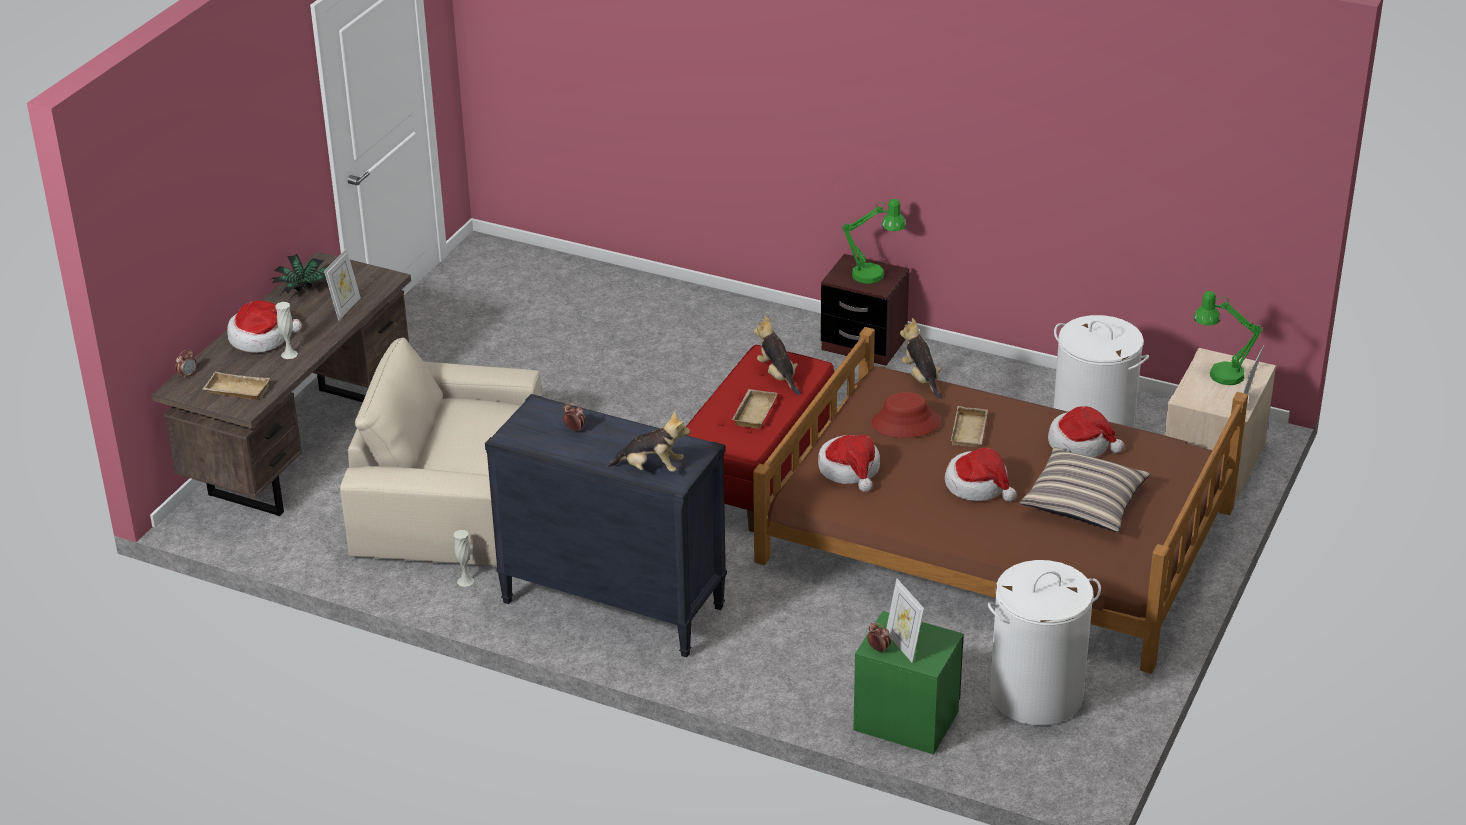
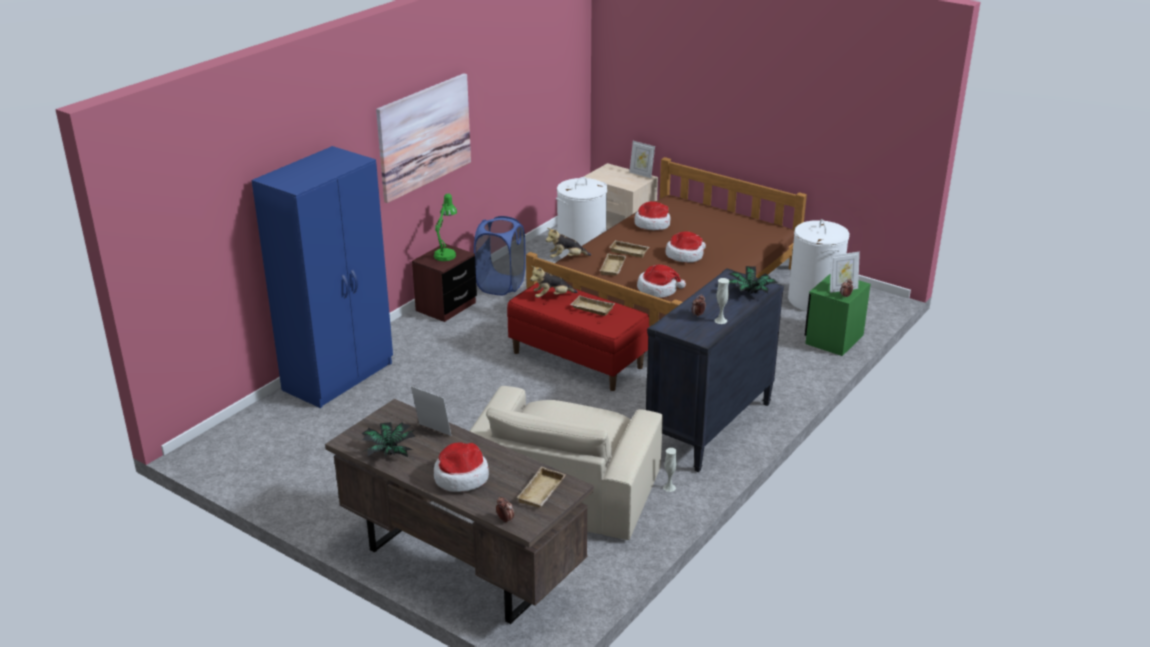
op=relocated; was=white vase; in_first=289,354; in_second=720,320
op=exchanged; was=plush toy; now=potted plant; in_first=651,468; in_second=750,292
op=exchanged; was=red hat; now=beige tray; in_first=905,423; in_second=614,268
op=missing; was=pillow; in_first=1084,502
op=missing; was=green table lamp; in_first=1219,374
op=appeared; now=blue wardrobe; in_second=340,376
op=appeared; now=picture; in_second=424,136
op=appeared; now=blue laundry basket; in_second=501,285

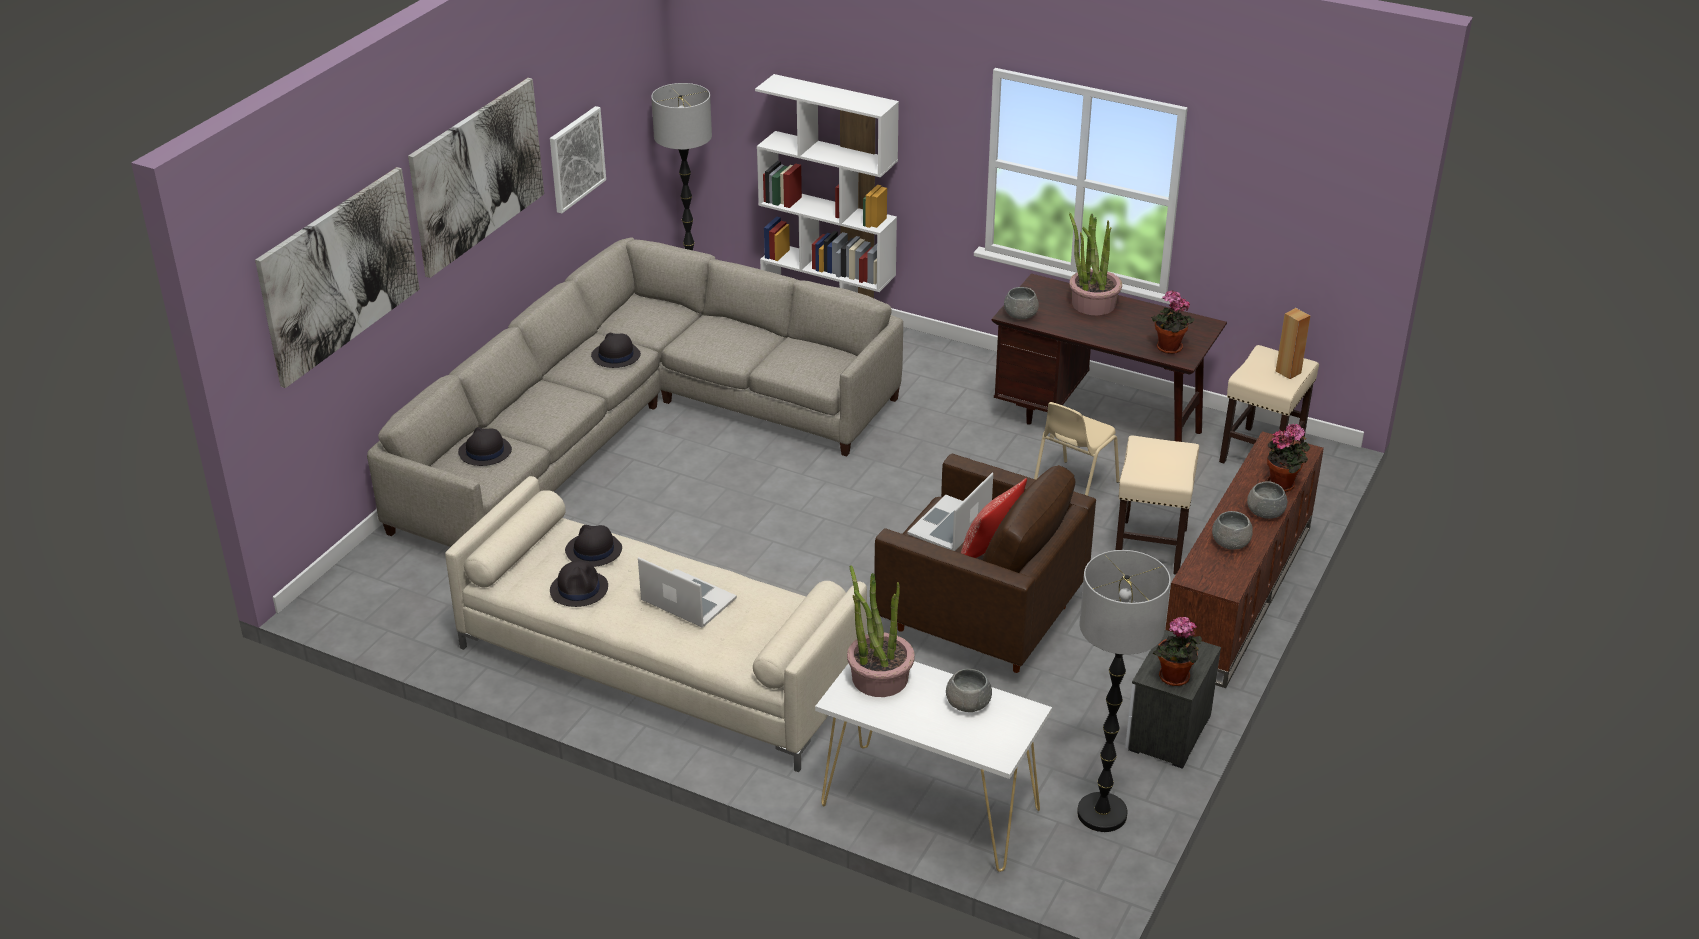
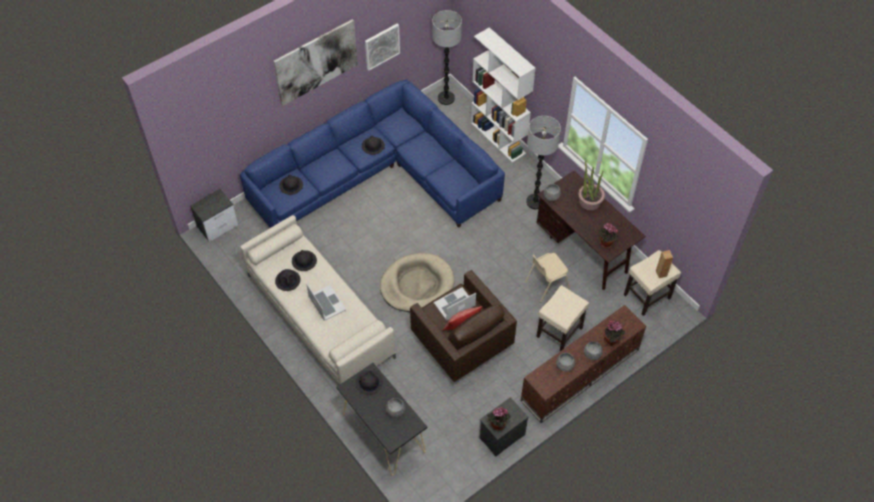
op=missing; was=picture; in_first=339,274
op=colour; was=grey sofa; now=blue sofa; in_first=636,425; in_second=379,175
op=colour; was=white console table; now=black console table; in_first=929,807; in_second=383,432
op=exchanged; was=potted plant; now=black hat; in_first=879,678; in_second=369,383
op=relocated; was=floor lamp; in_first=1102,814; in_second=535,202
op=appeared; now=nightstand; in_second=218,226
op=appeared; now=beige dog bed; in_second=417,285

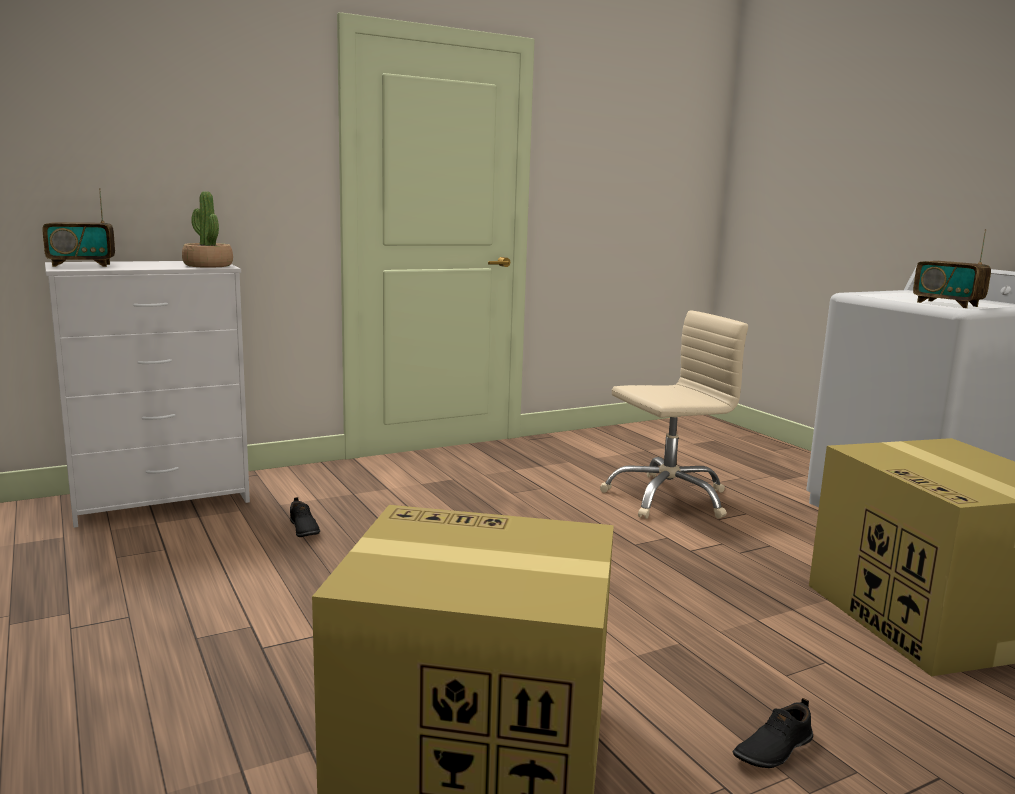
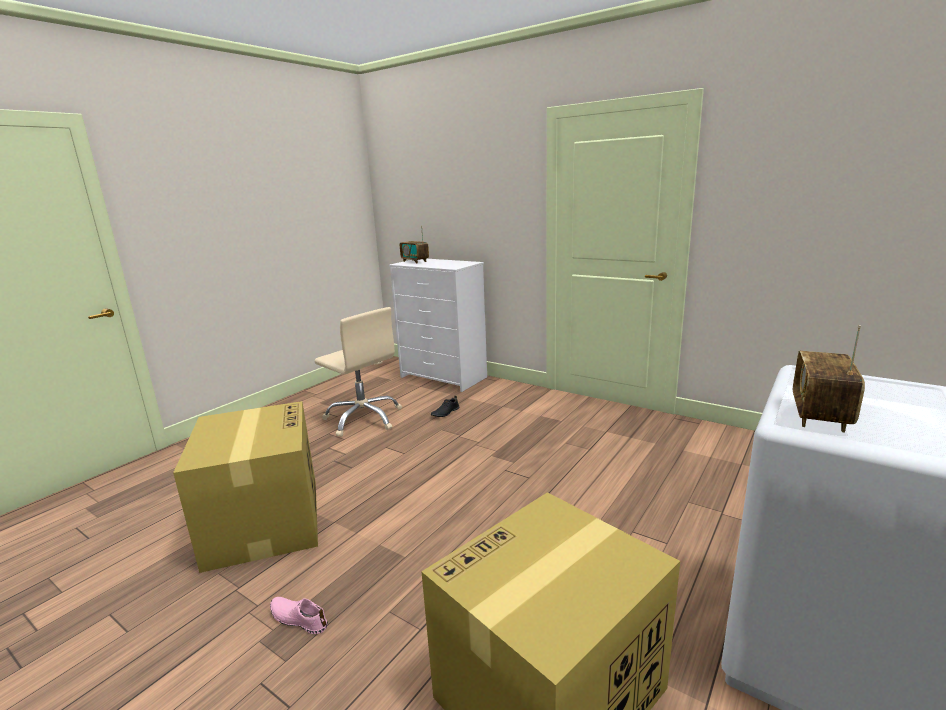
op=missing; was=potted plant; in_first=208,265
op=relocated; was=beige office chair; in_first=667,497; in_second=363,418
op=colour; was=black shoe; now=pink shoe; in_first=772,749; in_second=299,618

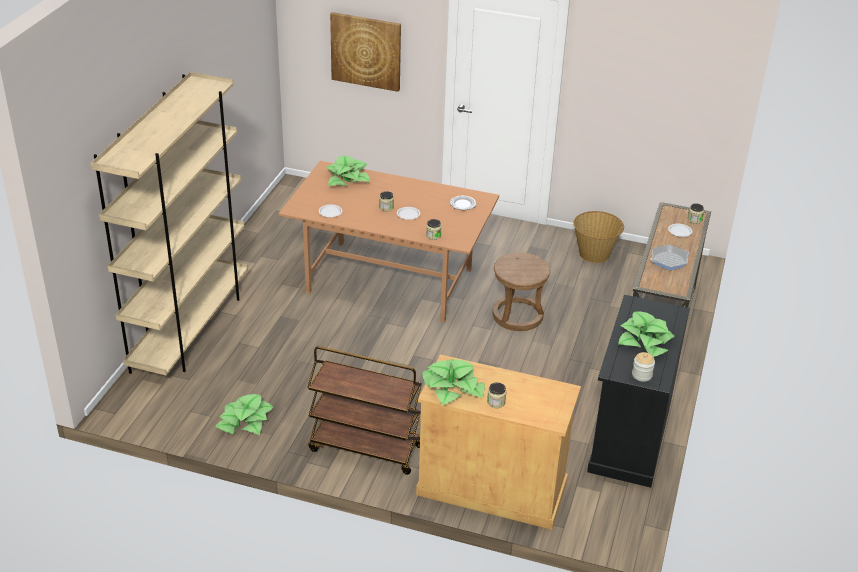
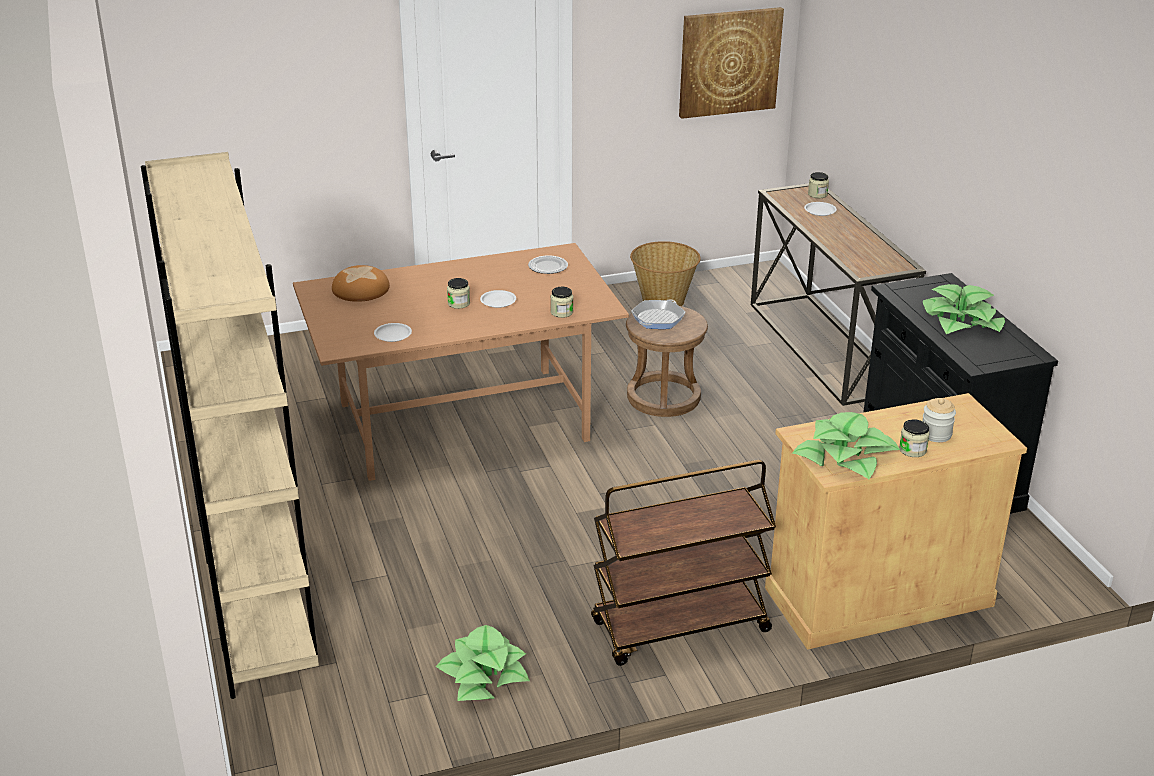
op=exchanged; was=potted plant; now=bread; in_first=348,178; in_second=361,289
op=relocated; was=picture; in_first=366,51; in_second=729,62
op=relocated; was=jar; in_first=642,375; in_second=936,434
op=relocated; was=frying pan; in_first=669,260; in_second=658,319

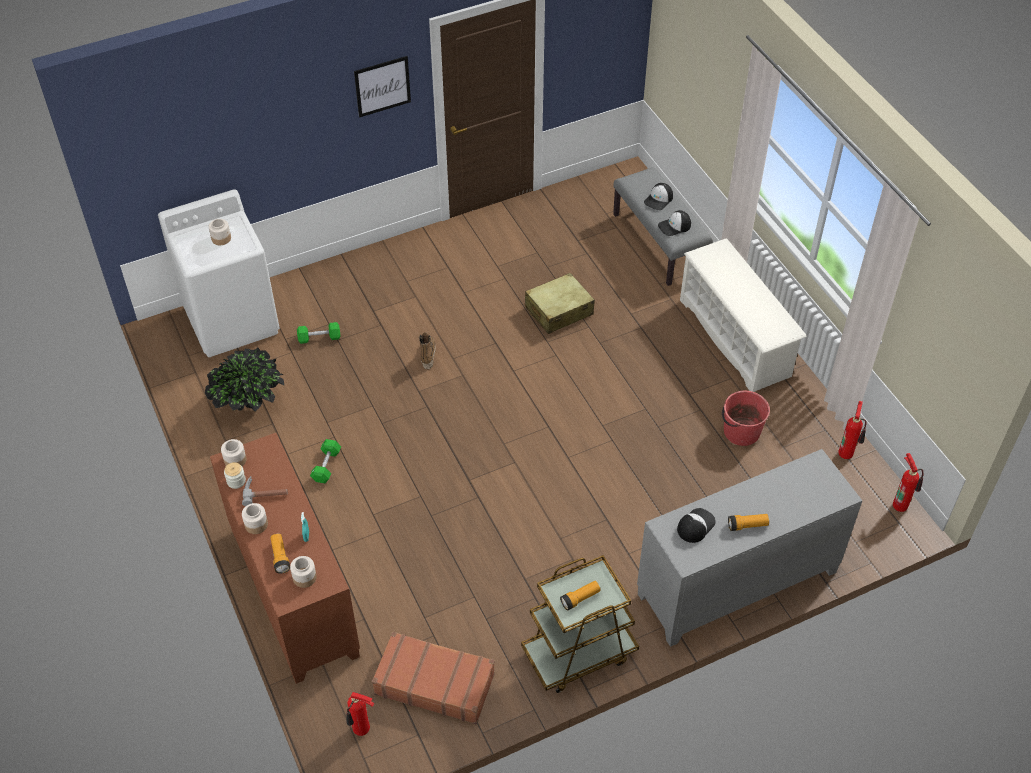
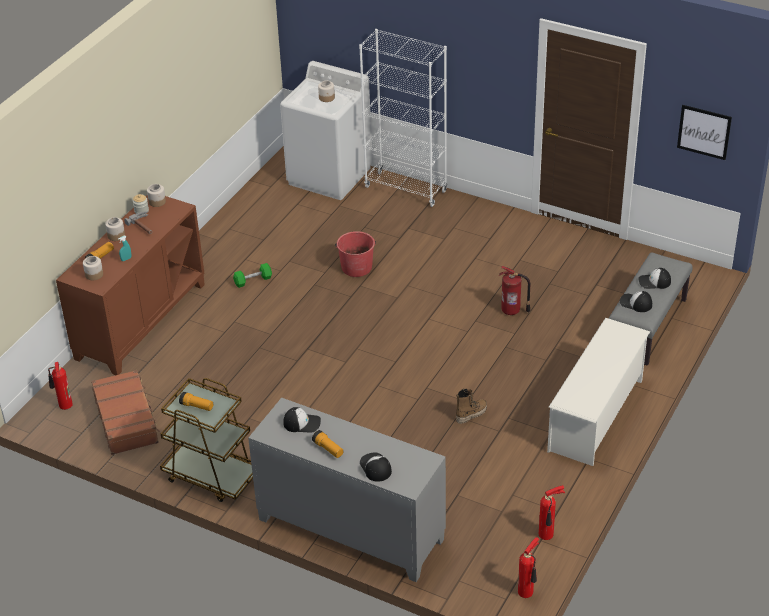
op=missing; was=potted plant; in_first=250,405
op=missing; was=green dumbbell; in_first=319,338
op=relocated; was=picture; in_first=382,86; in_second=704,132
op=relocated; was=boot; in_first=427,355; in_second=471,414
op=exchanged; was=beige suitcase; now=fire extinguisher; in_first=558,311; in_second=512,311
op=relocated; was=red bucket; in_first=741,431; in_second=356,267
op=appeared; now=white bookcase; in_second=406,189
op=appeared; now=cap; in_second=375,467

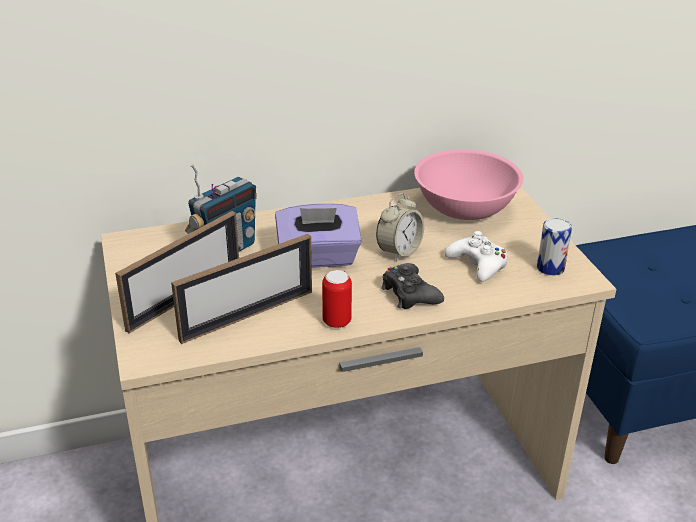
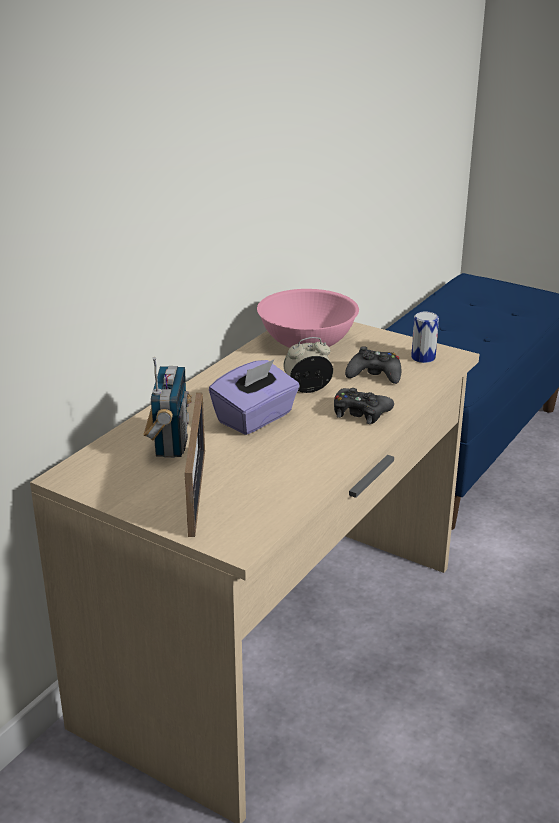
op=missing; was=picture frame; in_first=247,315
op=missing; was=can; in_first=336,322
op=spun; was=alarm clock; in_first=399,251; in_second=308,389; clockwise=-105
op=colour; was=white game controller; now=black game controller; in_first=478,264; in_second=374,375

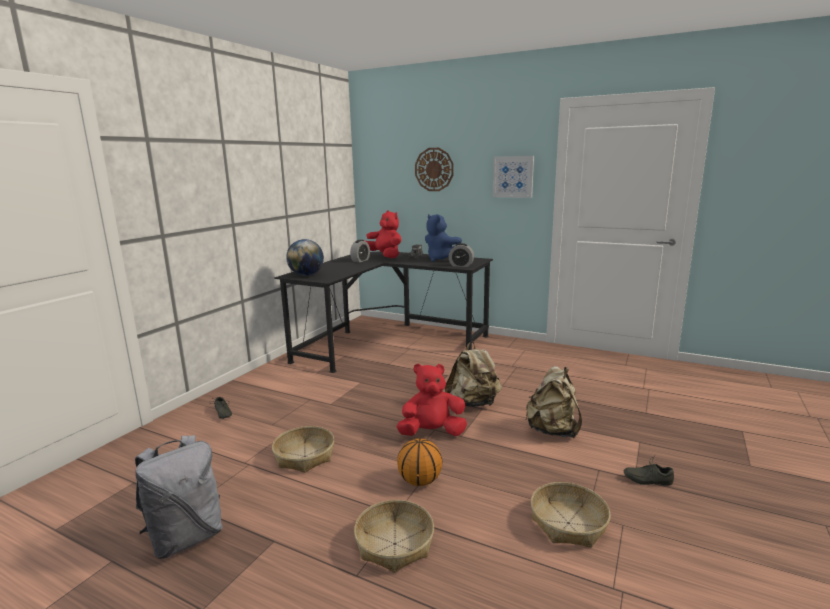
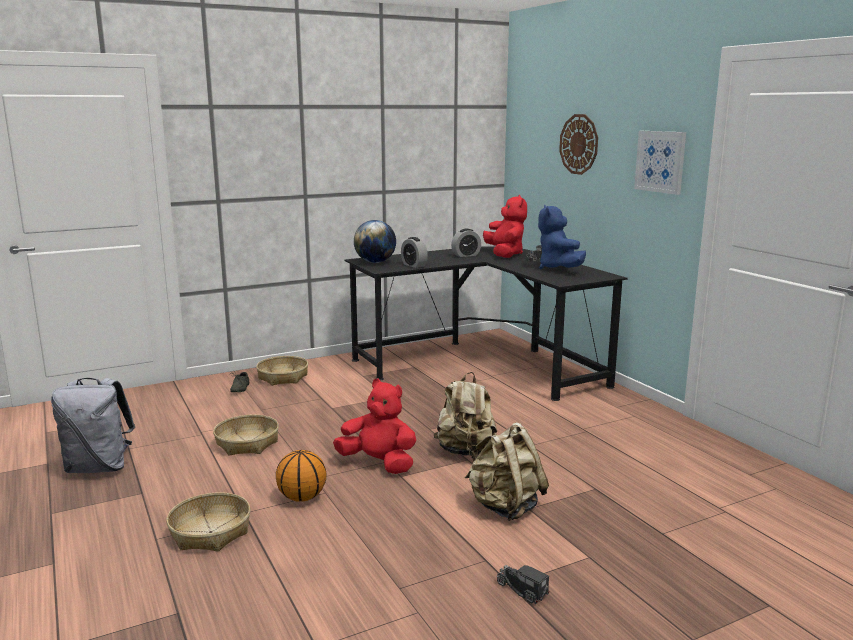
op=relocated; was=alarm clock; in_first=461,265; in_second=414,265
op=relocated; was=basket; in_first=568,523; in_second=283,377
op=exchanged; was=grey shoe; now=toy truck; in_first=647,479; in_second=524,591

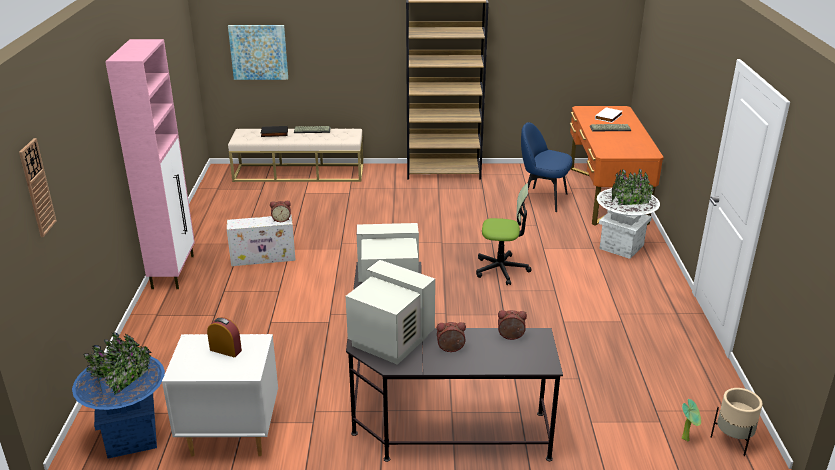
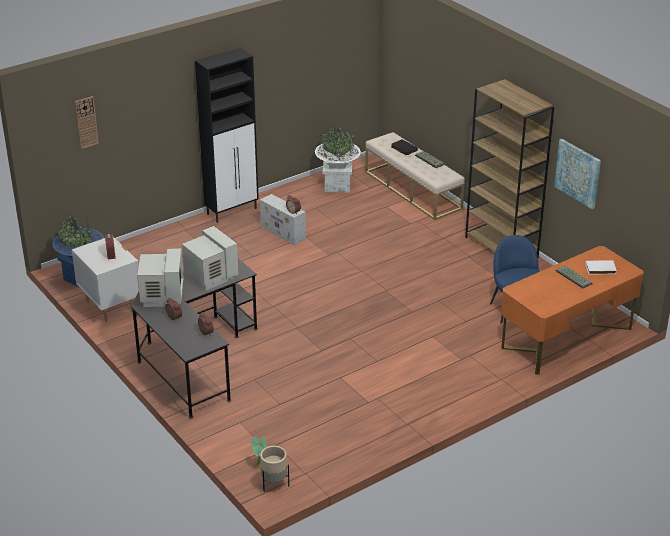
op=colour; was=pink cabinet; now=black cabinet; in_first=173,271; in_second=232,211
op=relocated; was=picture; in_first=258,52; in_second=578,173
op=missing; was=office chair; in_first=501,269
op=relocated; was=white planter; in_first=621,247; in_second=337,185

